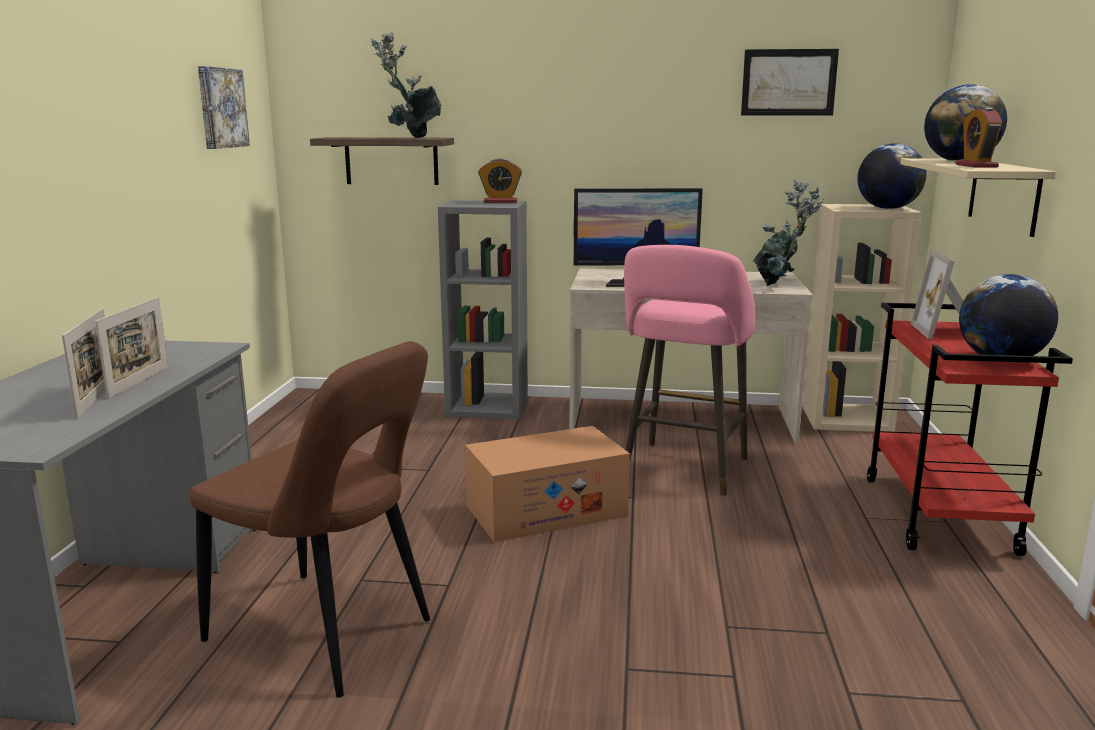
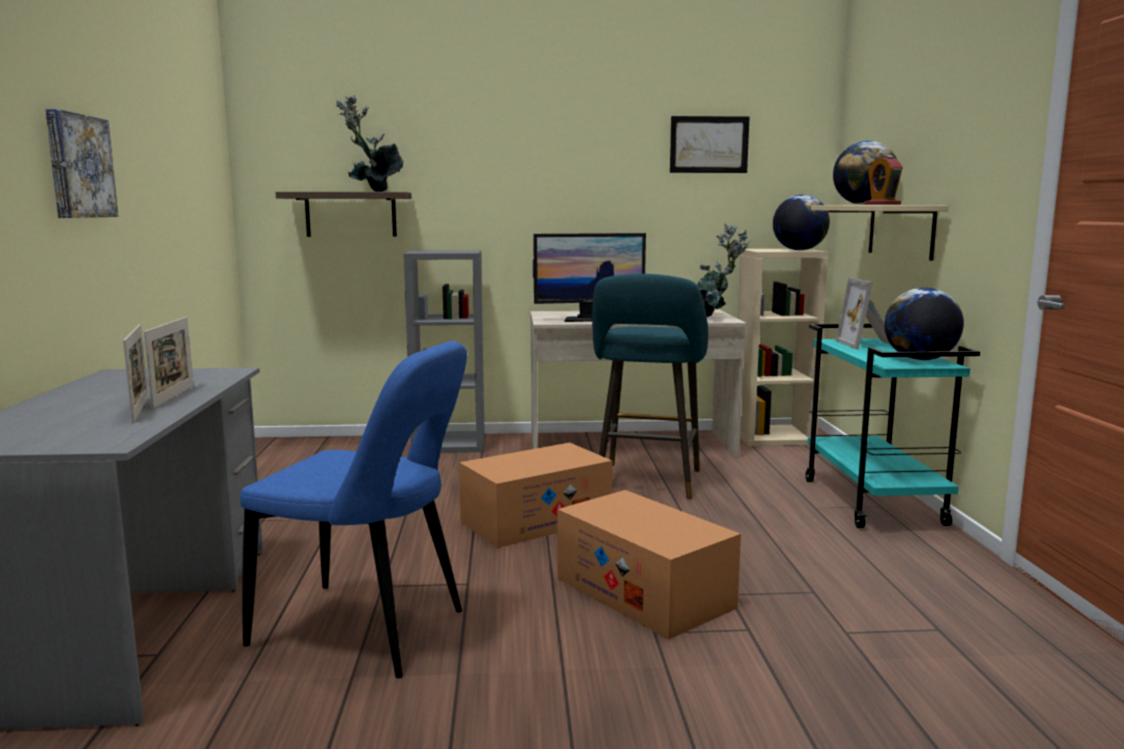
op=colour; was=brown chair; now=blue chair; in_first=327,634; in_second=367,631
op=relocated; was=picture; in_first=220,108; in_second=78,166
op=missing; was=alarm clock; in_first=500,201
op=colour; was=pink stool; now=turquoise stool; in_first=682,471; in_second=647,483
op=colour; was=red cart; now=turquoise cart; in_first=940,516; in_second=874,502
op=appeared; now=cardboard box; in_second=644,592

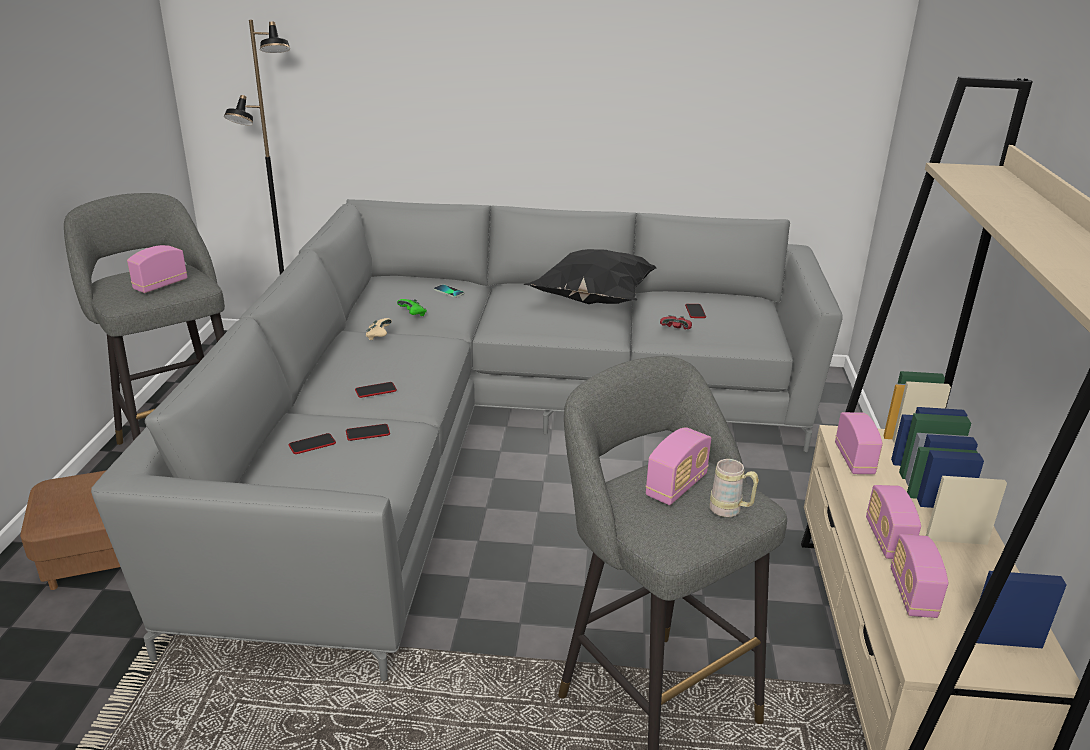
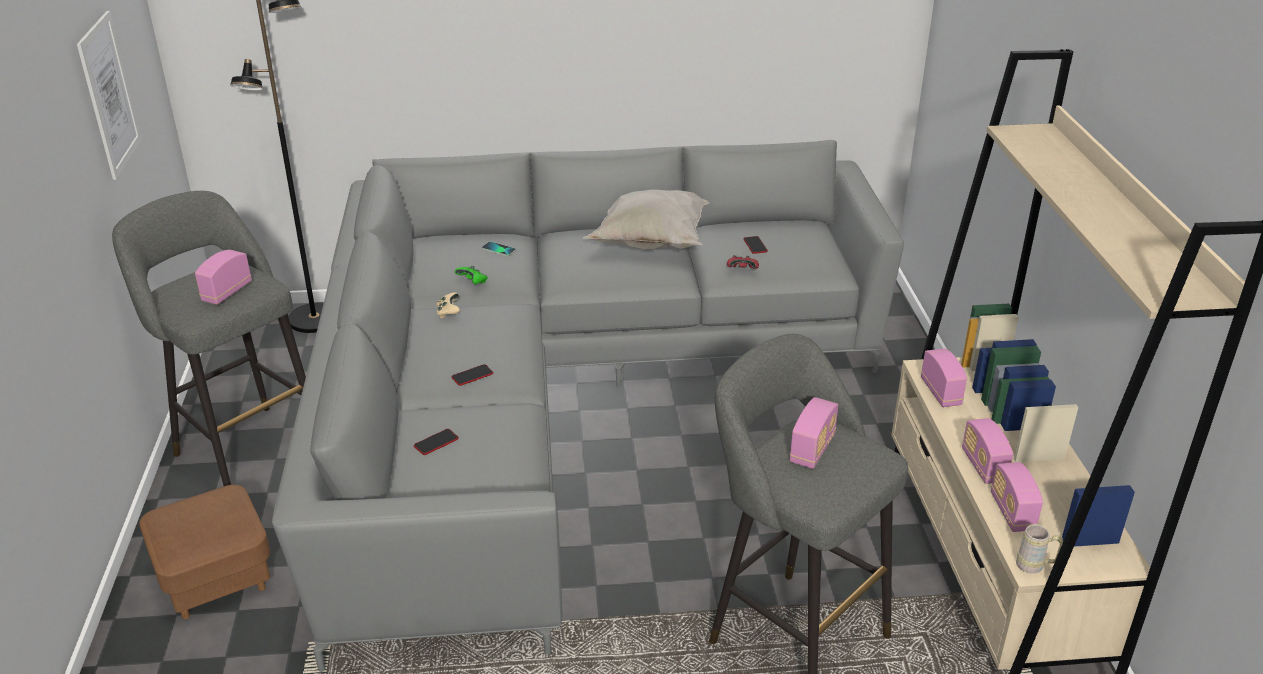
op=missing; was=phone; in_first=368,433
op=colour; was=black pillow; now=white pillow; in_first=593,300; in_second=650,243
op=relocated; was=beige mug; in_first=730,511; in_second=1035,567
op=appeared; now=picture; in_second=109,95

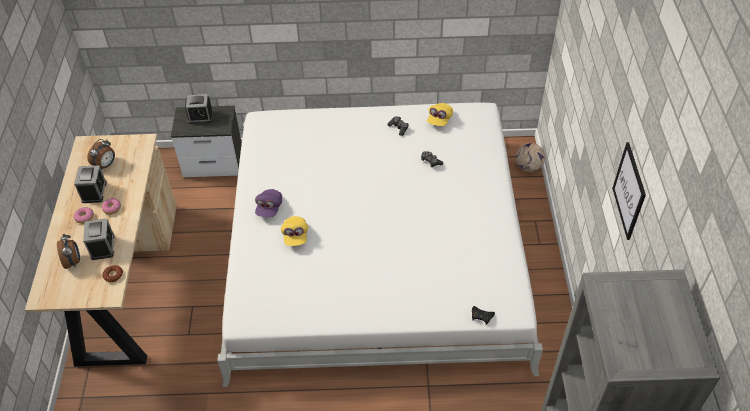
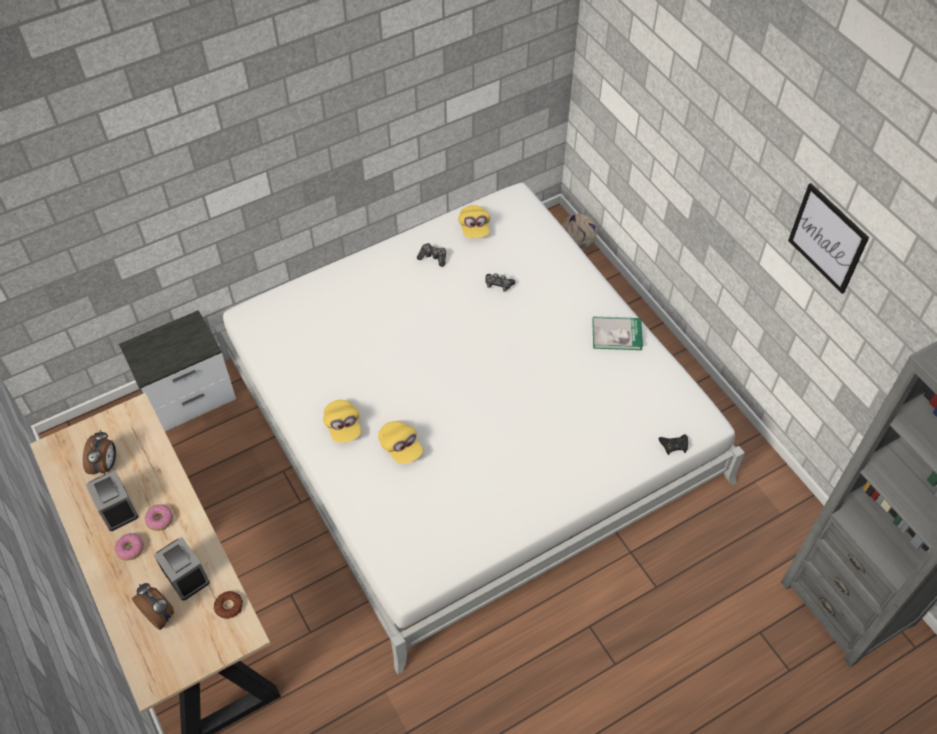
op=missing; was=alarm clock; in_first=200,117
op=colour; was=purple cap; now=yellow cap; in_first=269,208; in_second=343,426
op=appeared; now=book; in_second=617,334

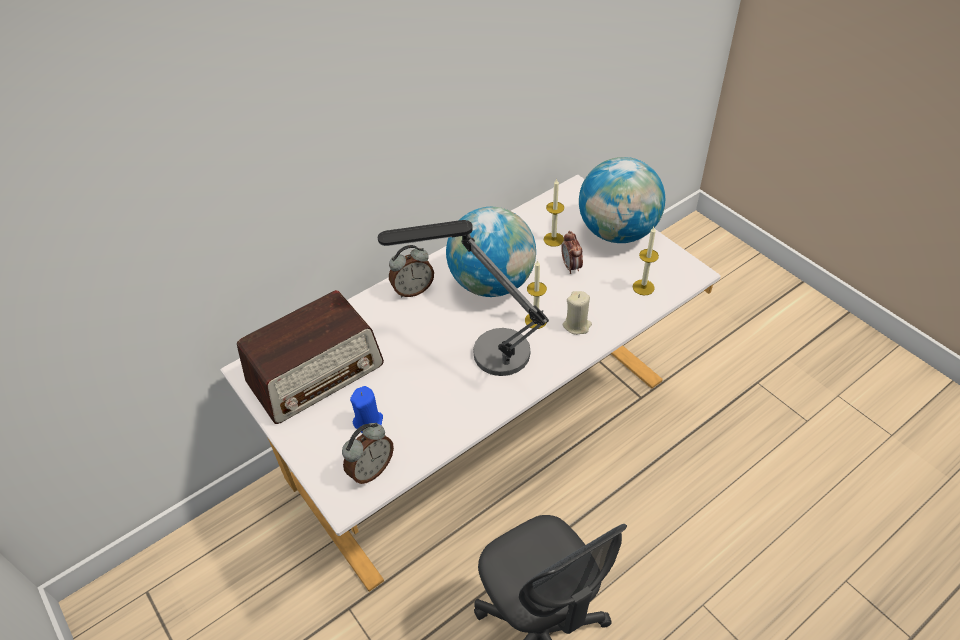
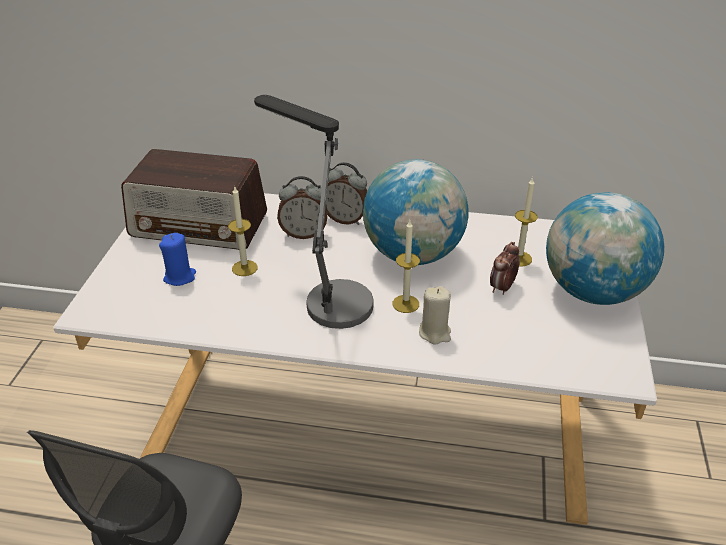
op=relocated; was=alarm clock; in_first=371,469; in_second=304,234
op=relocated; was=candle; in_first=643,287; in_second=244,268

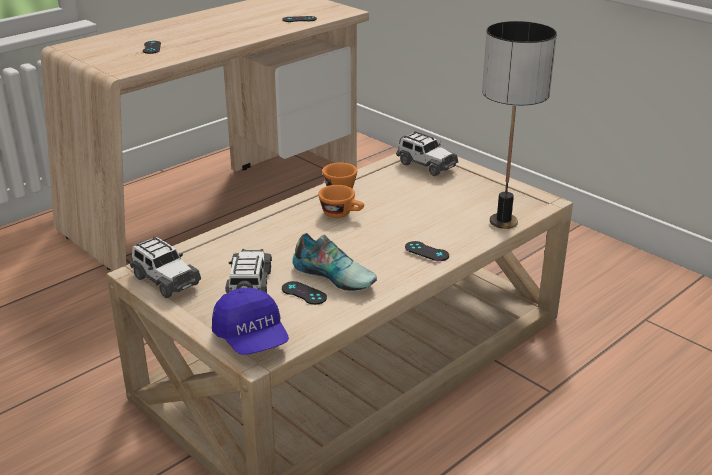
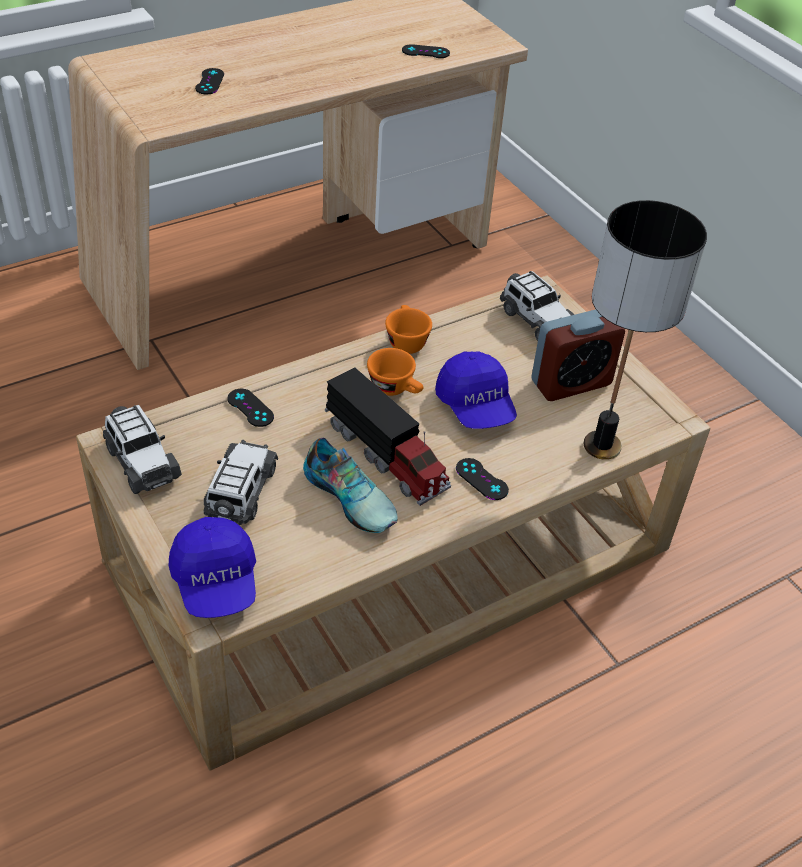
op=relocated; was=black game controller; in_first=304,293; in_second=250,408
op=appeared; now=toy truck; in_second=387,455
op=appeared; now=blue cap; in_second=476,406
op=appeared; now=alarm clock; in_second=571,383

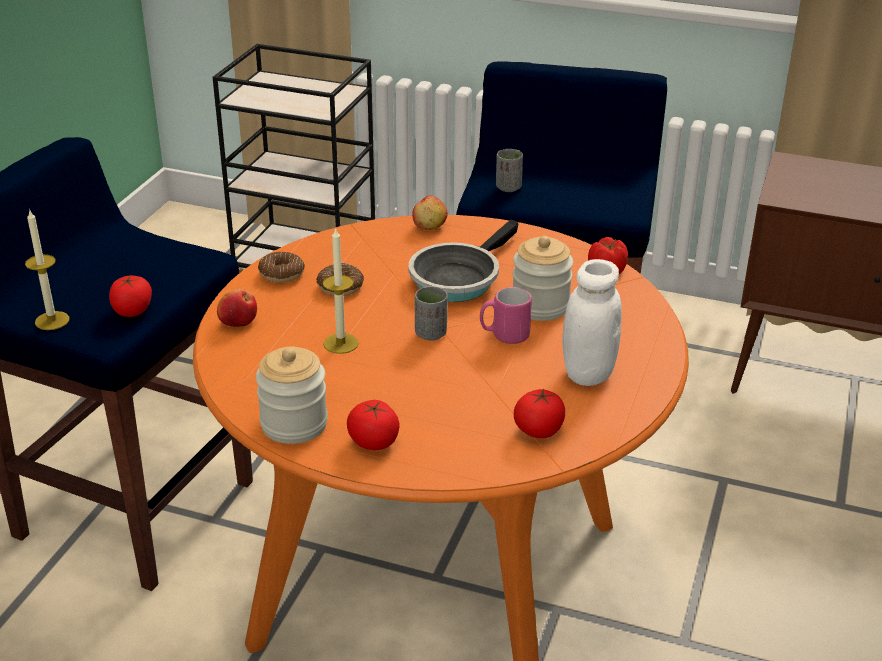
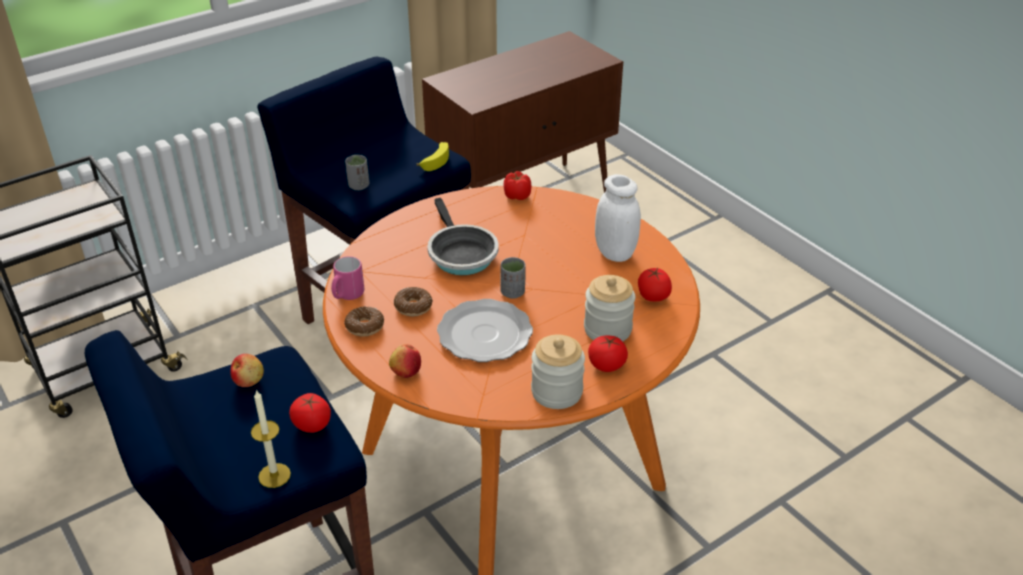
op=exchanged; was=candle; now=plate; in_first=341,343; in_second=484,334
op=relocated; was=apple; in_first=430,226; in_second=249,380
op=relocated; was=pink mug; in_first=504,336; in_second=347,295
op=relocated; was=jar; in_first=540,306; in_second=607,329
op=appeared; now=banana; in_second=435,160

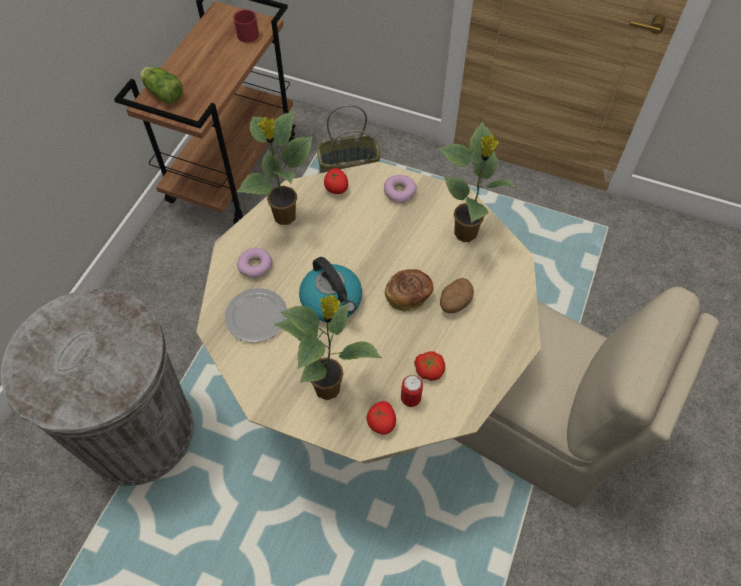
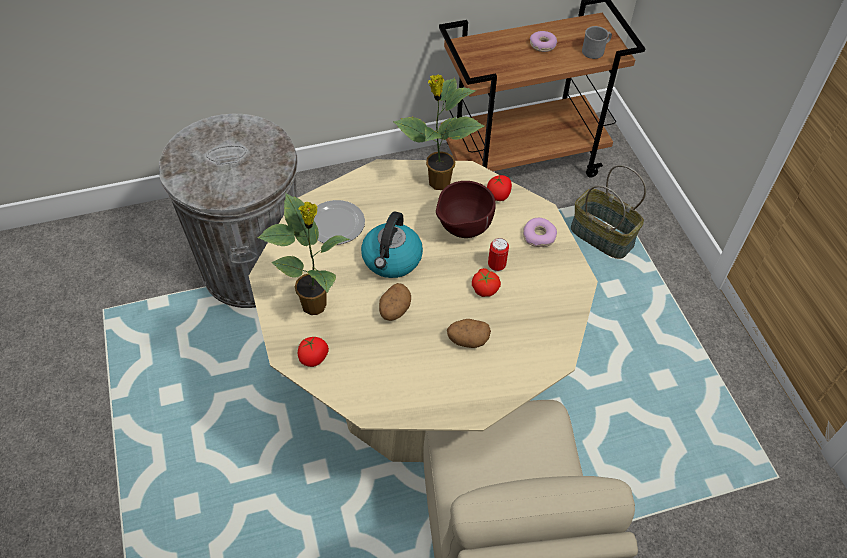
op=missing; was=lettuce; in_first=162,92
op=colour; was=red mug; now=grey mug; in_first=248,33; in_second=596,50
op=relocated; was=donut; in_first=255,266; in_second=542,45
op=missing; was=bread; in_first=408,296
op=relocated; was=can; in_first=410,399; in_second=496,265
op=relocated; was=tomato; in_first=429,369; in_second=485,288
op=missing; was=potted plant; in_first=466,234
op=appeared; now=potato; in_second=394,310
op=appeared; now=brown bowl; in_second=462,231

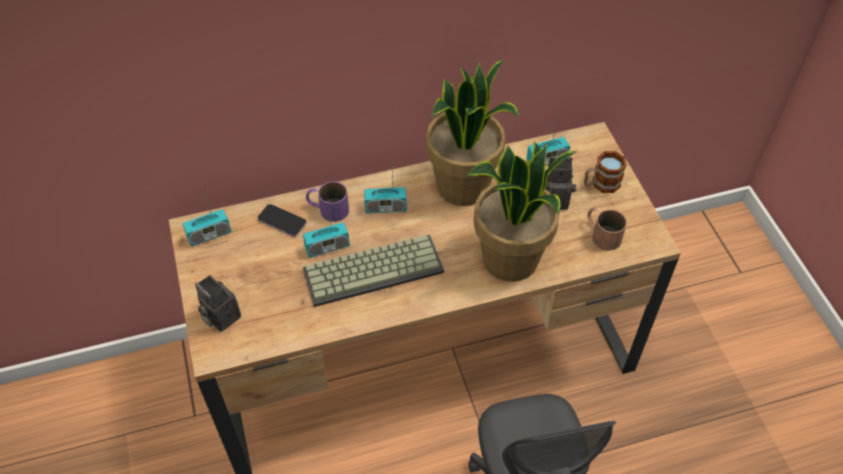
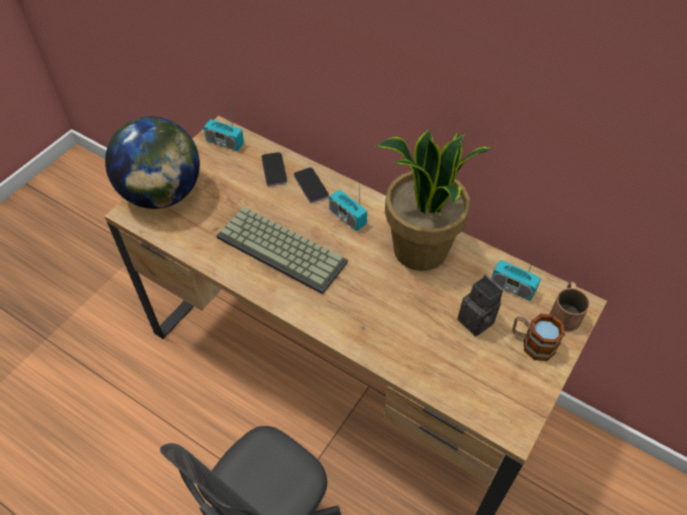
op=exchanged; was=photo camera; now=globe; in_first=220,317; in_second=163,194
op=missing; was=radio; in_first=327,247
op=exchanged; was=purple mug; now=phone; in_first=327,209; in_second=311,186
op=missing; was=potted plant; in_first=510,260
op=relocated; was=brown mug; in_first=601,234; in_second=565,311

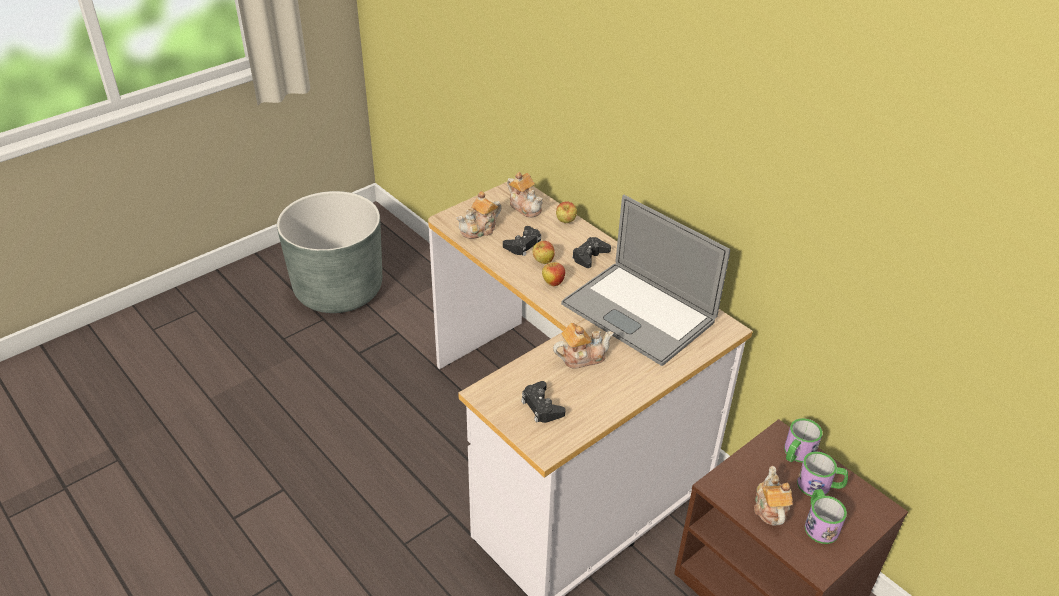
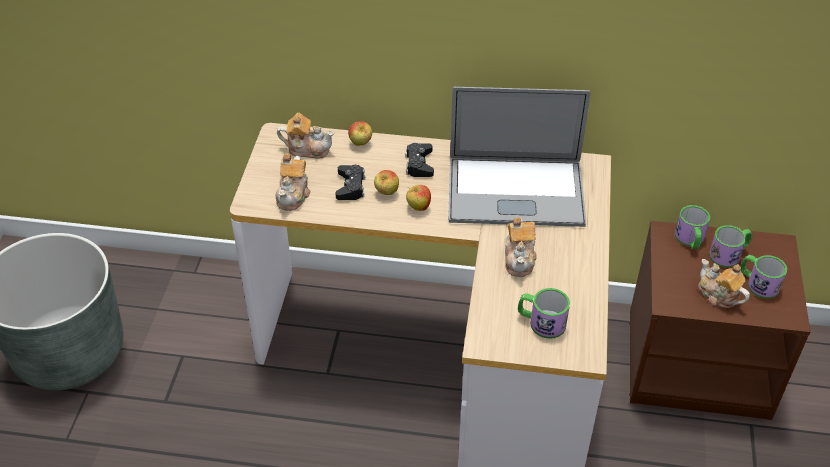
op=exchanged; was=black game controller; now=mug; in_first=541,407; in_second=541,322
op=spun; was=teapot; in_first=581,357; in_second=519,259; clockwise=150

